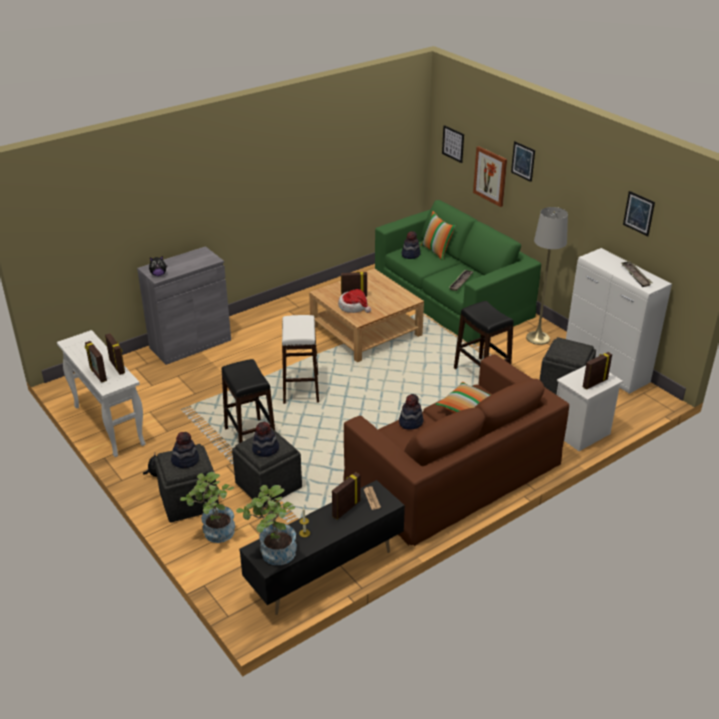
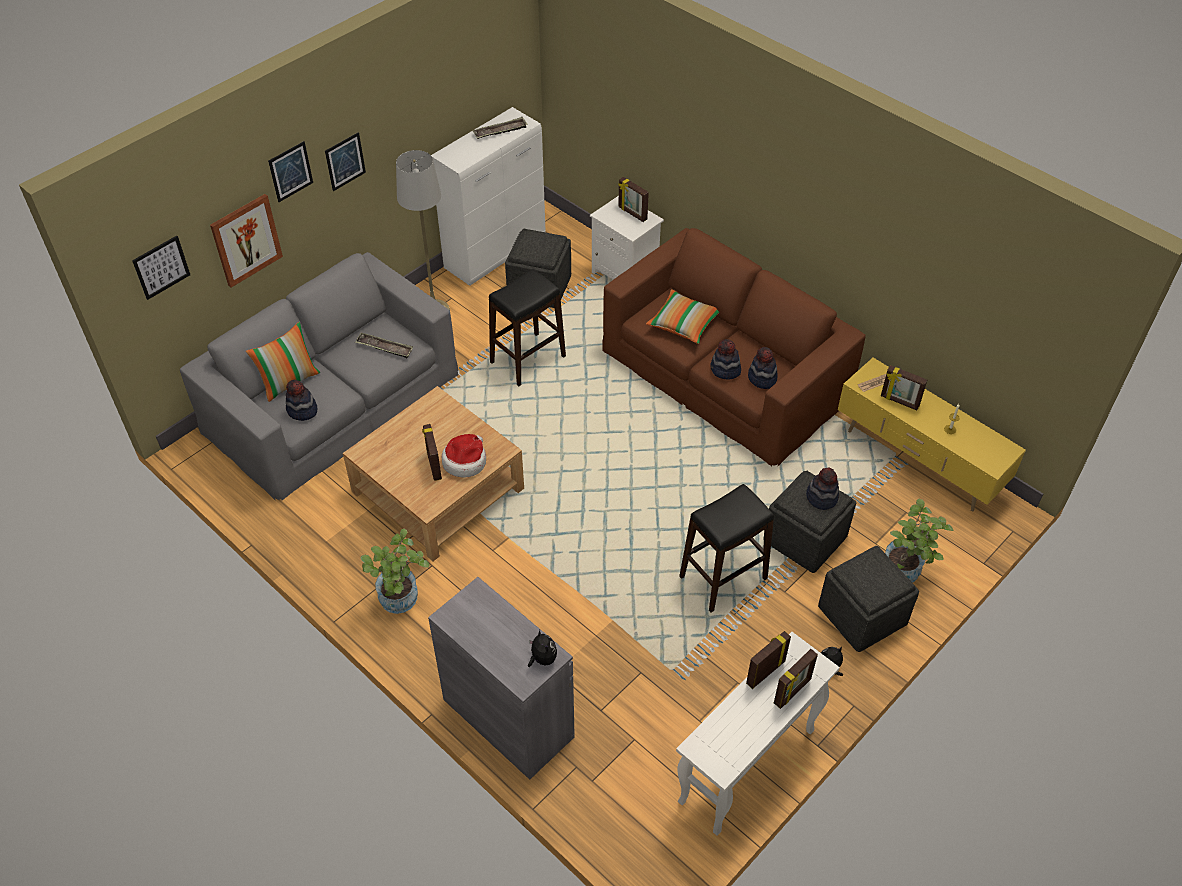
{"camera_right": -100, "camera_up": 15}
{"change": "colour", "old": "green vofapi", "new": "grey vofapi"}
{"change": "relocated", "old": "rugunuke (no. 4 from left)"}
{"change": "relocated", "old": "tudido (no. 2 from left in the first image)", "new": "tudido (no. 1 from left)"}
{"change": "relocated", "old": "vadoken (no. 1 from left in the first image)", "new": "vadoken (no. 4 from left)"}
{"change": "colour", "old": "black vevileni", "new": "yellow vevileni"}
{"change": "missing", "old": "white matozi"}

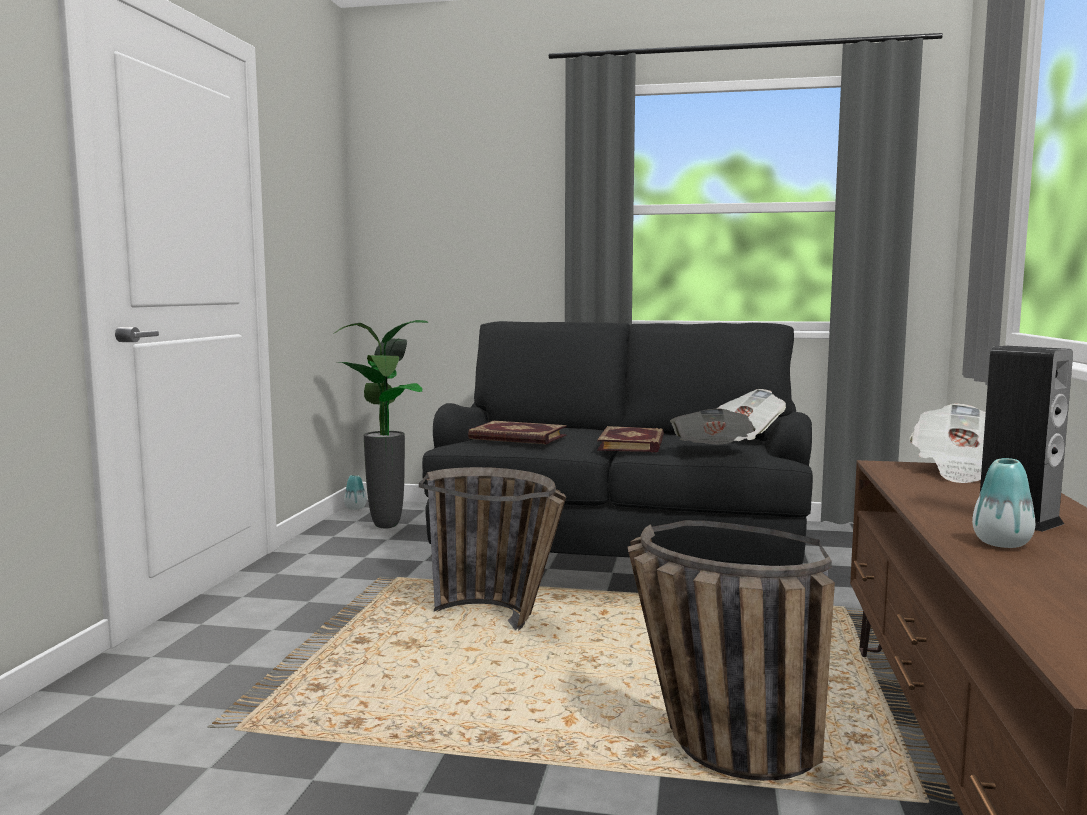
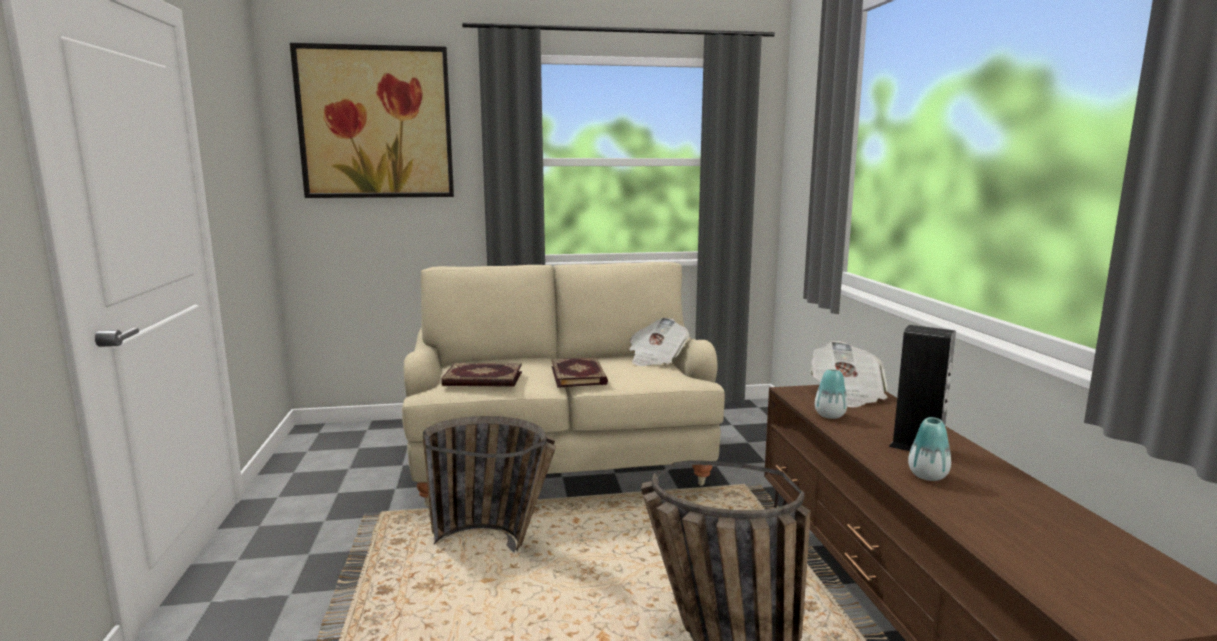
{"camera_right": -20, "camera_up": 5}
{"change": "appeared", "new": "rugunuke"}
{"change": "colour", "old": "black vofapi", "new": "beige vofapi"}
{"change": "relocated", "old": "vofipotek (no. 1 from left)"}
{"change": "missing", "old": "tudido"}
{"change": "missing", "old": "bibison (no. 1 from left)"}

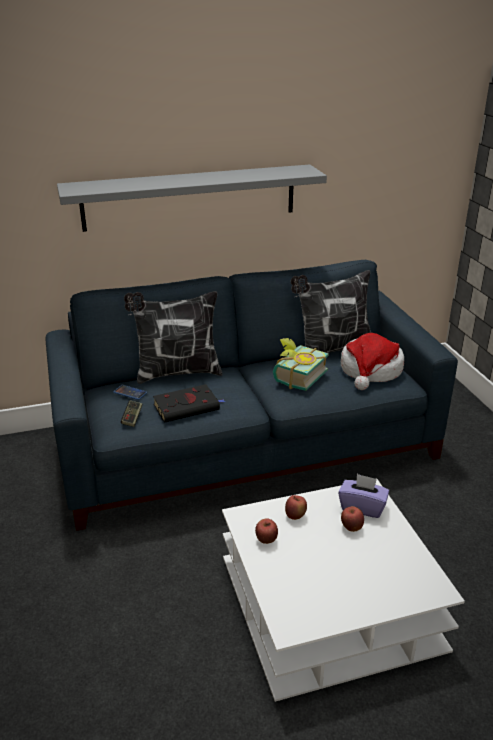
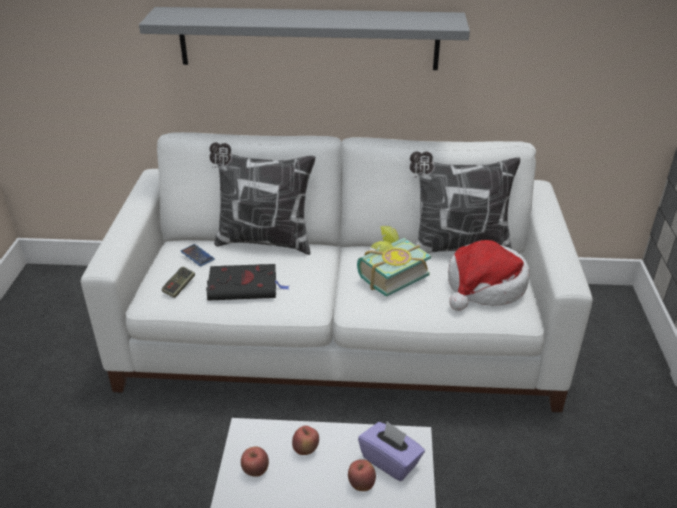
{"camera_right": 20, "camera_up": 5}
{"change": "colour", "old": "blue vofapi", "new": "white vofapi"}

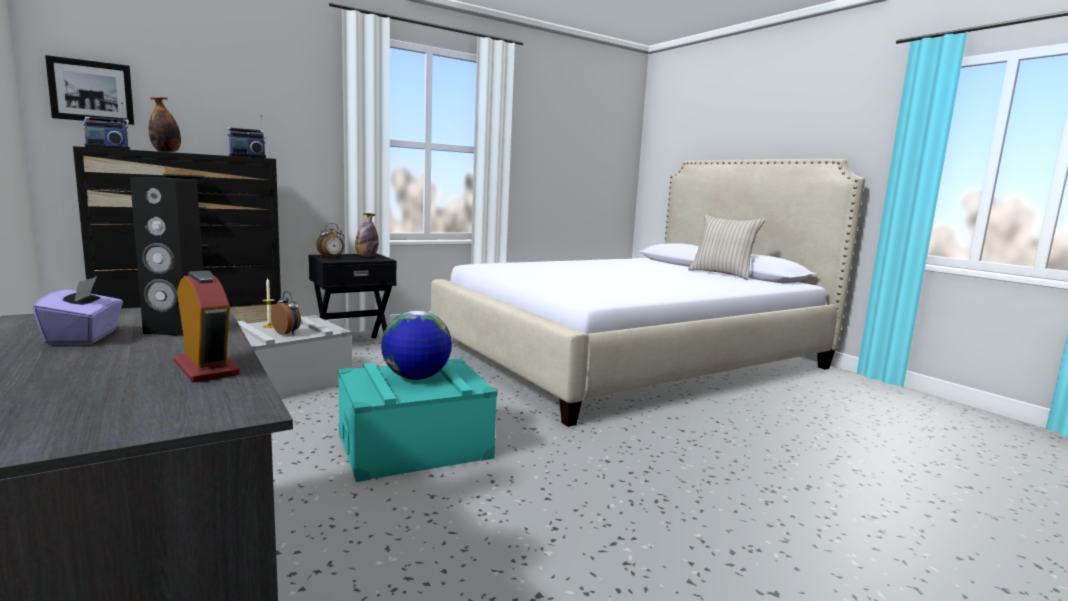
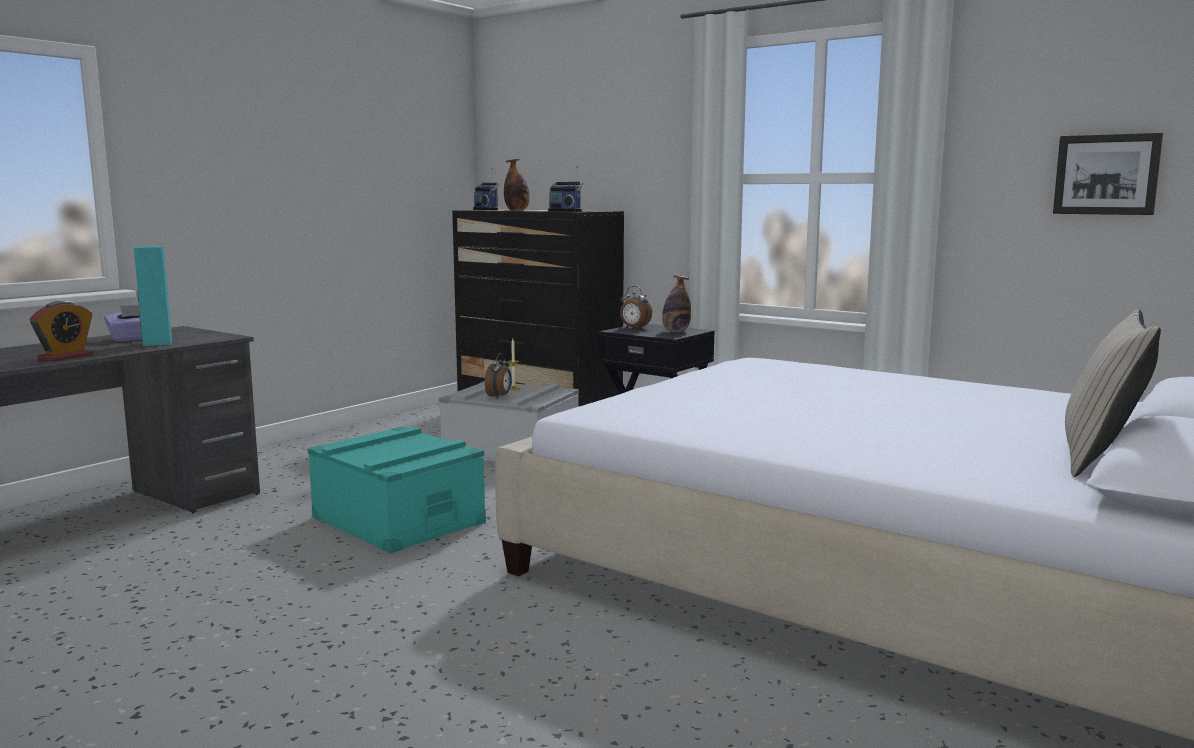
{"camera_right": 70, "camera_up": 0}
{"change": "colour", "old": "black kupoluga", "new": "turquoise kupoluga"}
{"change": "relocated", "old": "rugunuke"}
{"change": "missing", "old": "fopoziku"}

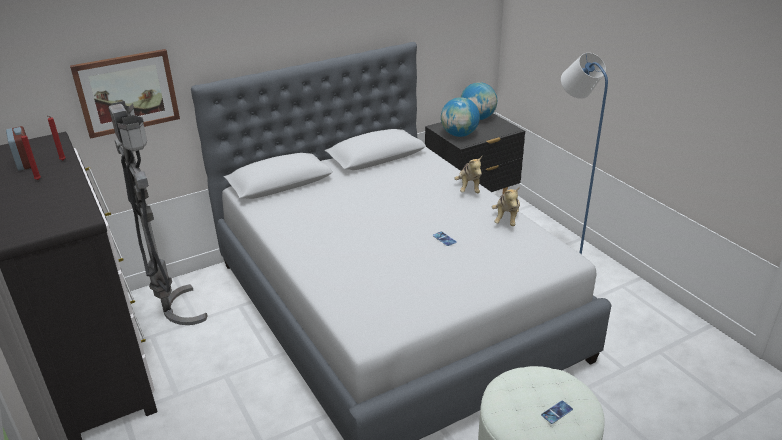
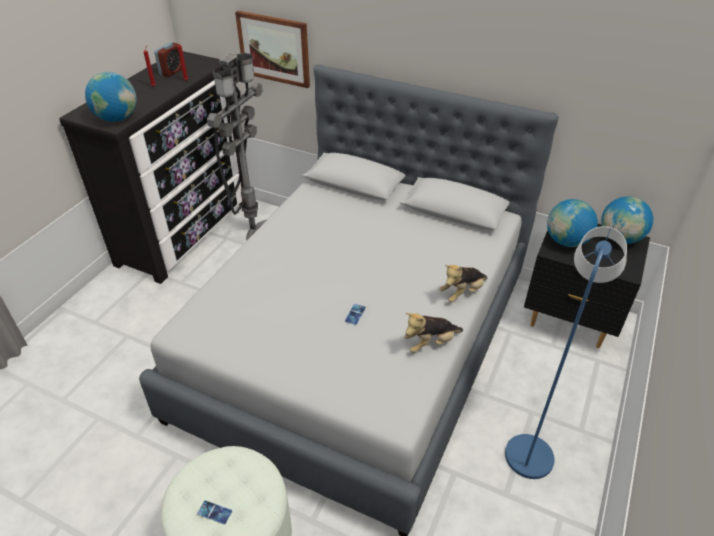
{"camera_right": 55, "camera_up": 10}
{"change": "appeared", "new": "fopoziku (no. 1 from left)"}

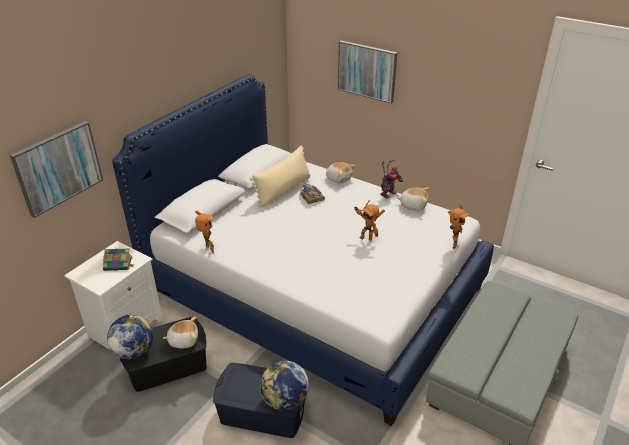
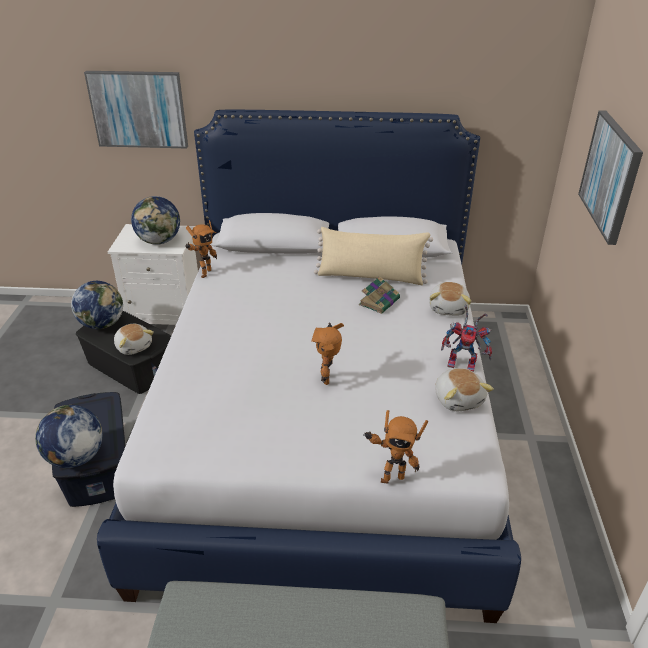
{"camera_right": 60, "camera_up": 0}
{"change": "exchanged", "old": "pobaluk (no. 1 from left)", "new": "fopoziku (no. 3 from left)"}

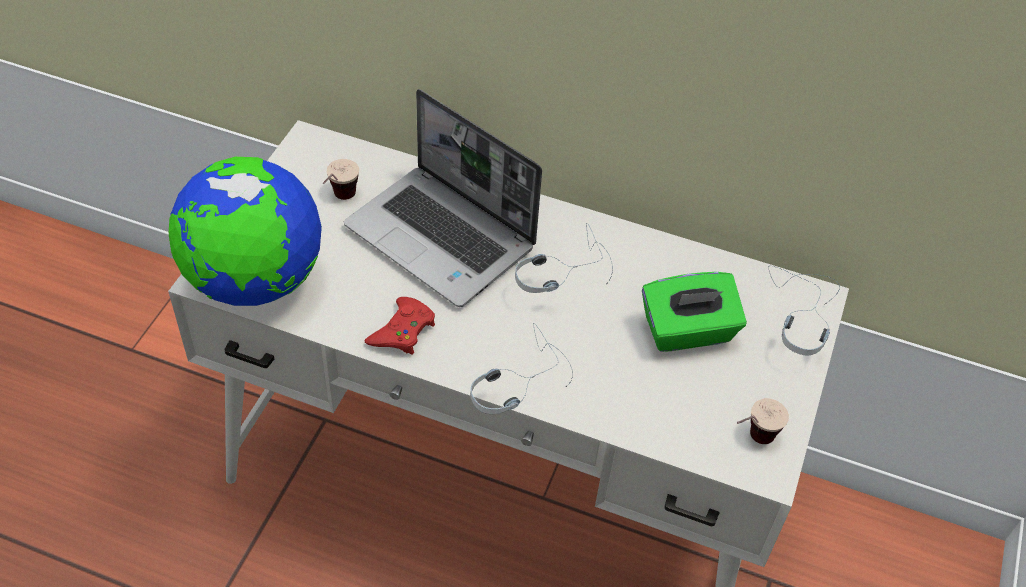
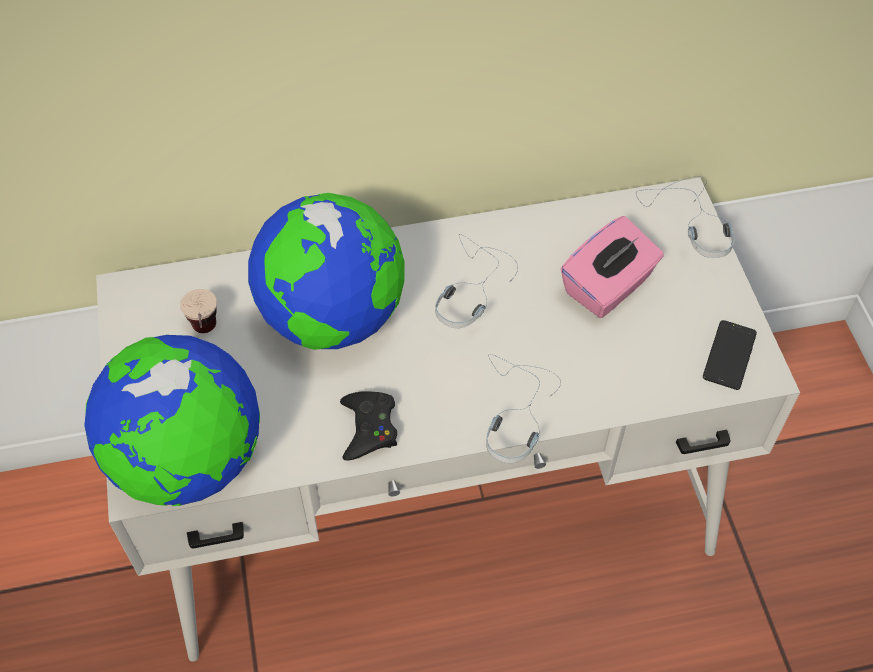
{"camera_right": -30, "camera_up": 5}
{"change": "exchanged", "old": "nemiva", "new": "fopoziku (no. 2 from left)"}
{"change": "colour", "old": "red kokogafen", "new": "black kokogafen"}
{"change": "colour", "old": "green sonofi", "new": "pink sonofi"}
{"change": "exchanged", "old": "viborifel (no. 2 from left)", "new": "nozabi"}

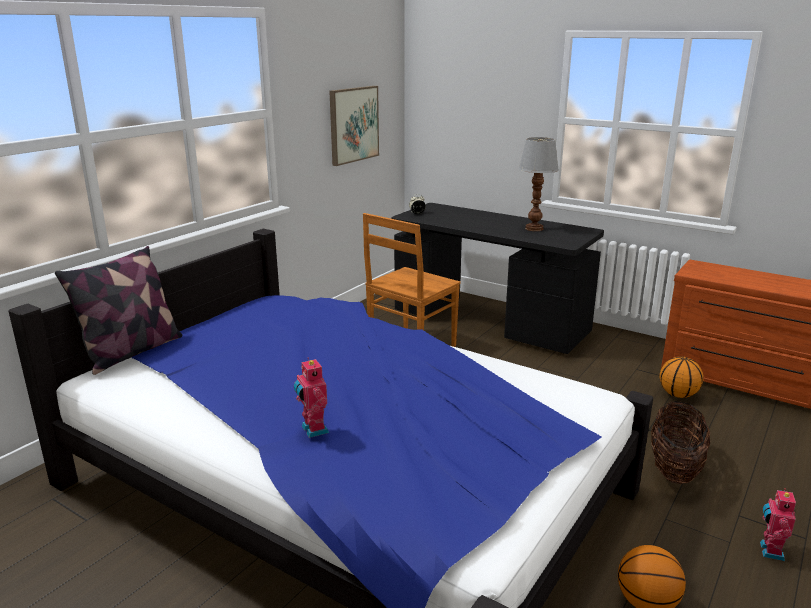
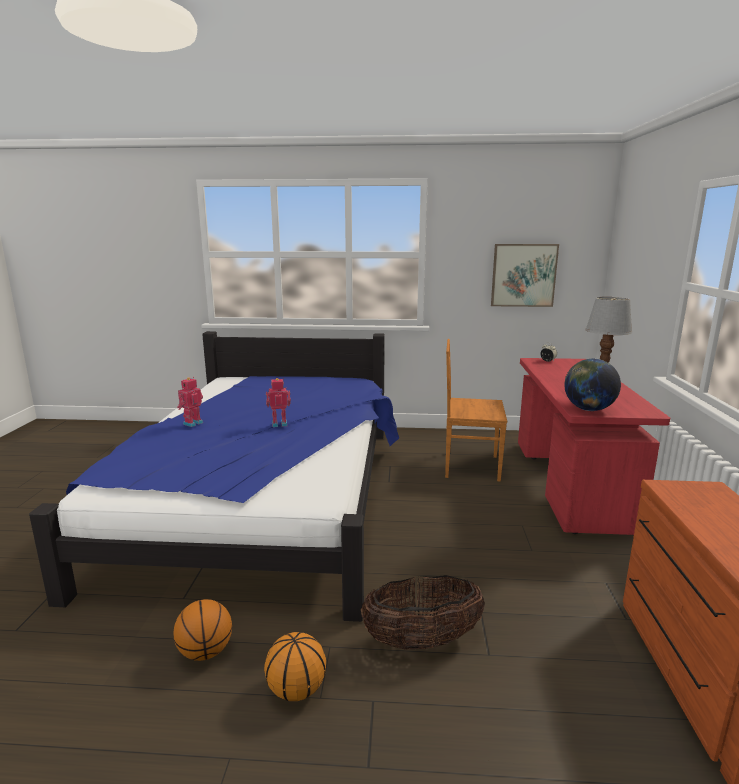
{"camera_right": 60, "camera_up": -5}
{"change": "relocated", "old": "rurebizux (no. 2 from left)"}
{"change": "relocated", "old": "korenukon (no. 2 from left)"}
{"change": "colour", "old": "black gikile", "new": "red gikile"}
{"change": "appeared", "new": "fopoziku"}
{"change": "missing", "old": "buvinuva"}

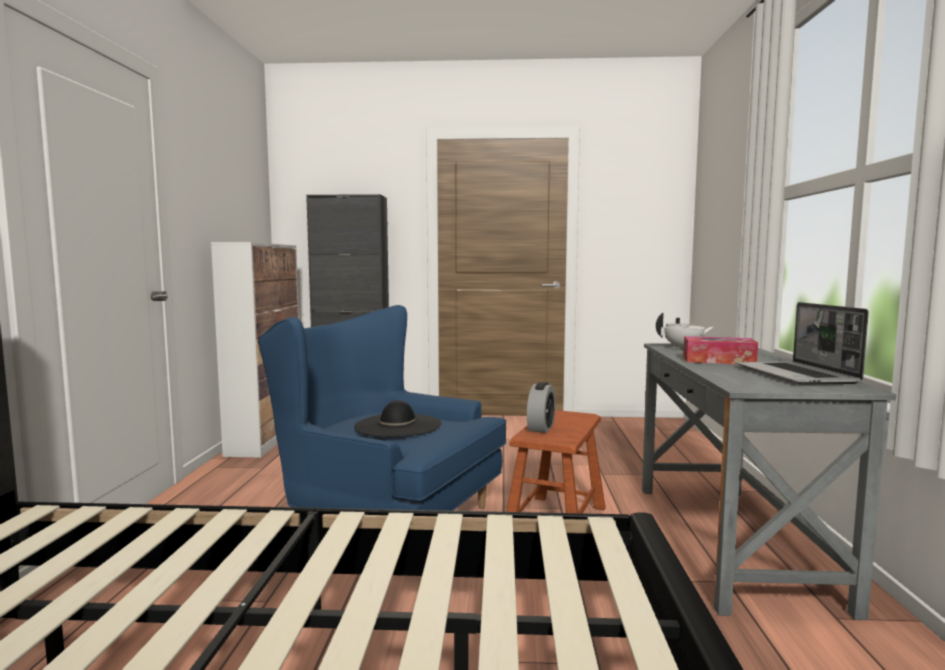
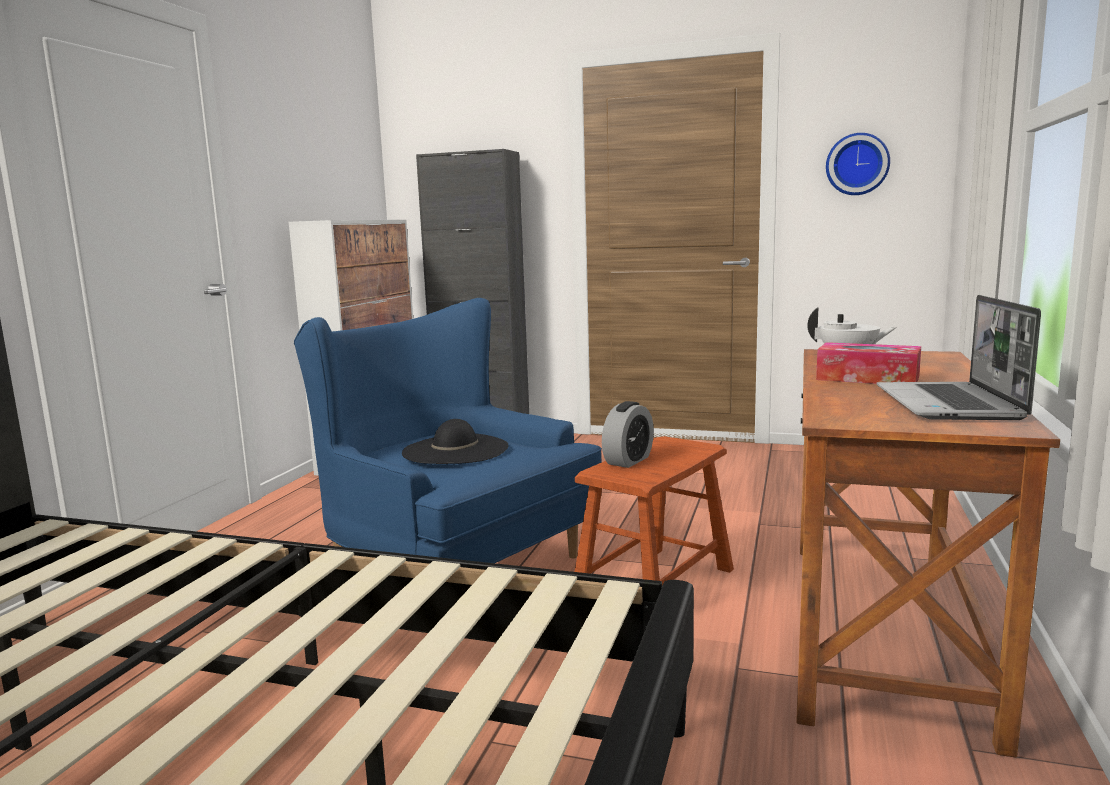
{"camera_right": 15, "camera_up": 5}
{"change": "colour", "old": "grey gikile", "new": "brown gikile"}
{"change": "appeared", "new": "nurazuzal"}

